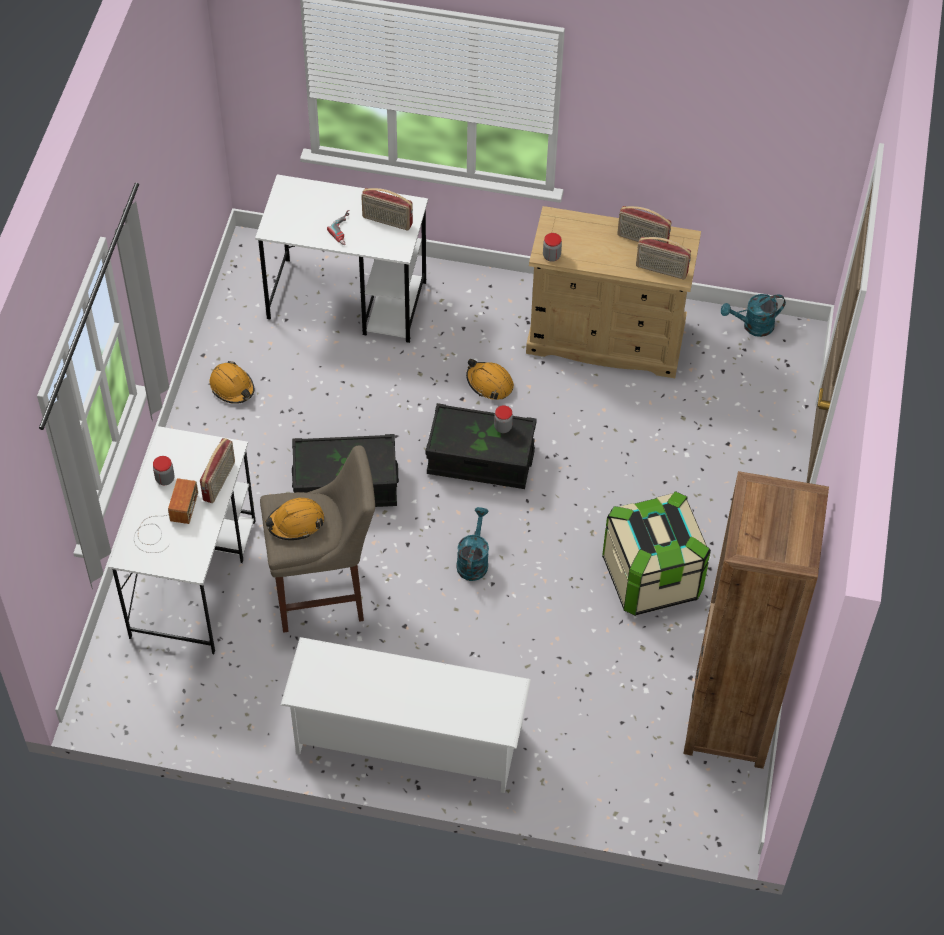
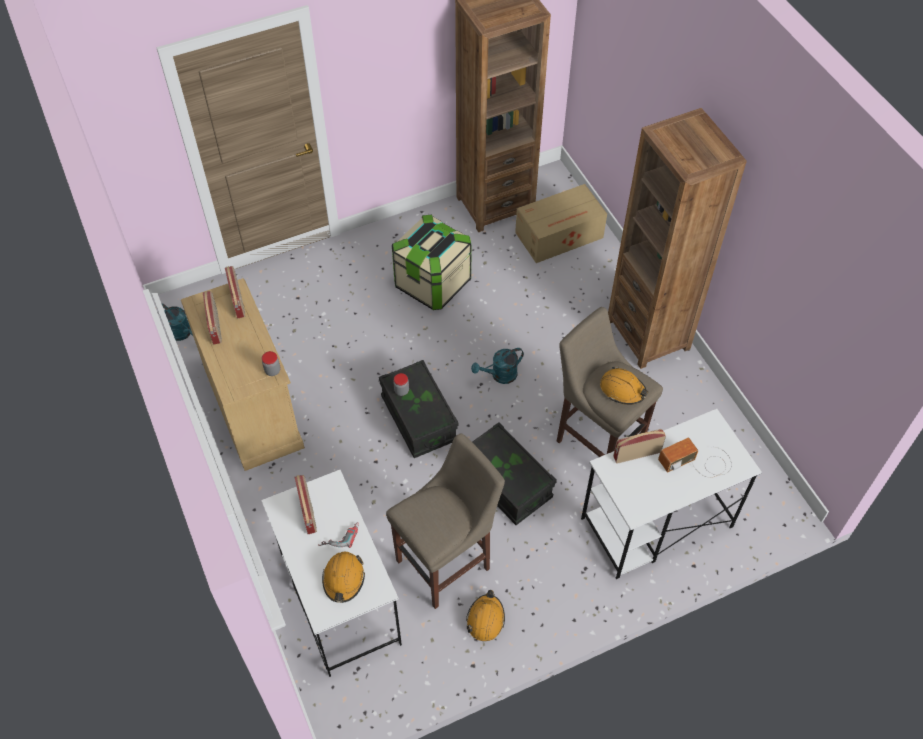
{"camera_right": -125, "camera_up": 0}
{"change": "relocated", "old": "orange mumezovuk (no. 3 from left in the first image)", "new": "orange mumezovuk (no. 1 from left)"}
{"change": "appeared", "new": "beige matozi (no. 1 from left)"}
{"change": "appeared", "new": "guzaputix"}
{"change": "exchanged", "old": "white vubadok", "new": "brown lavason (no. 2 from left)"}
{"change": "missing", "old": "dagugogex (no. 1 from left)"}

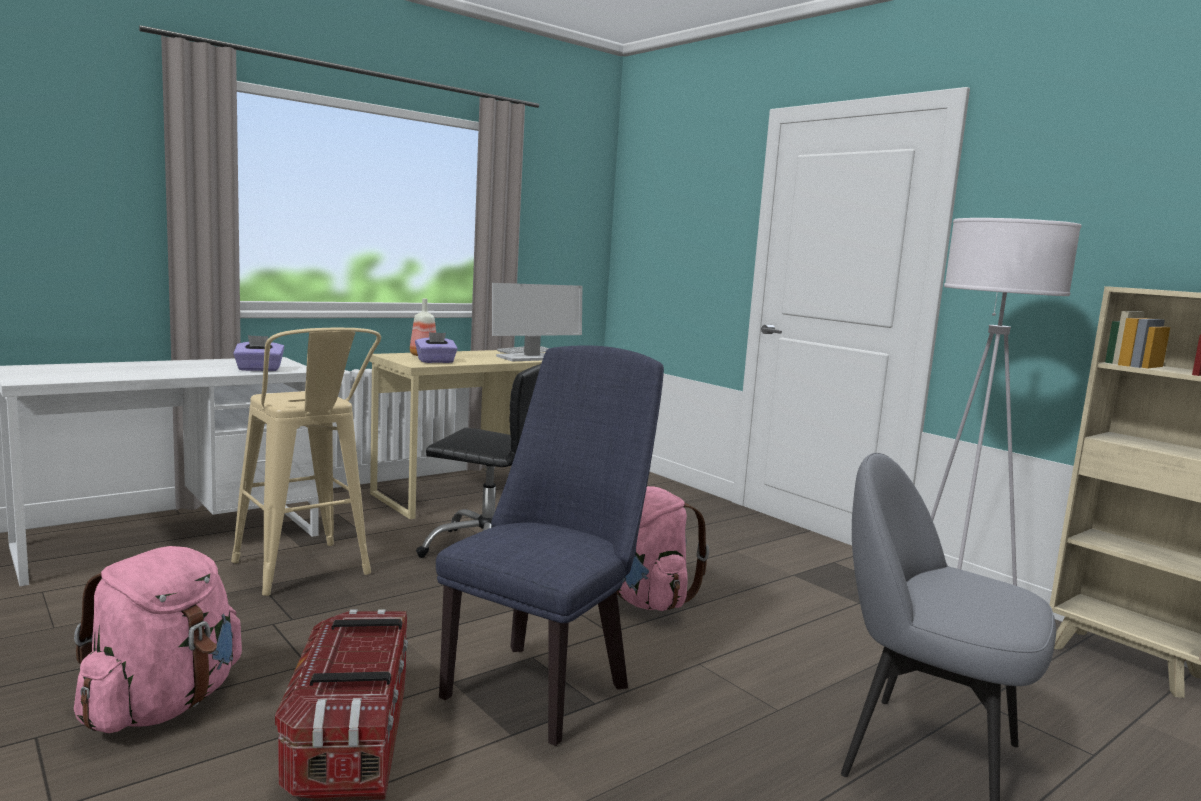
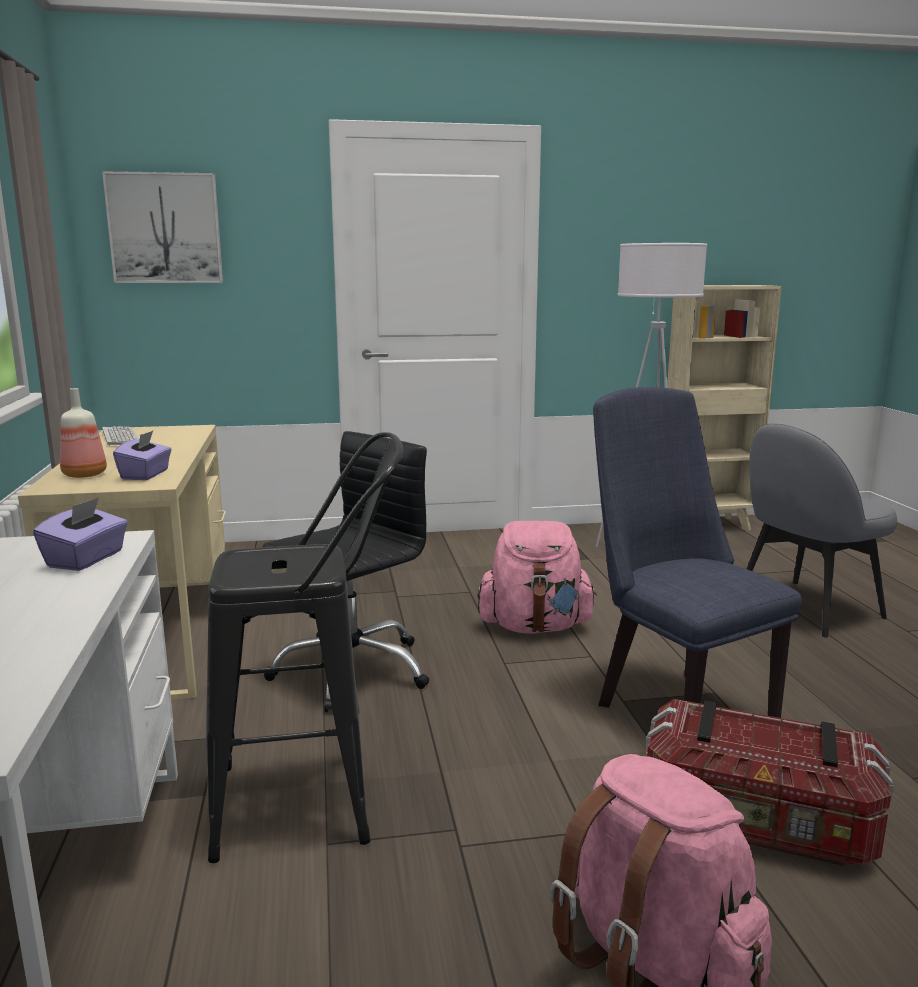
{"camera_right": -60, "camera_up": 5}
{"change": "appeared", "new": "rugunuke"}
{"change": "colour", "old": "beige matozi", "new": "black matozi"}
{"change": "missing", "old": "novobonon"}

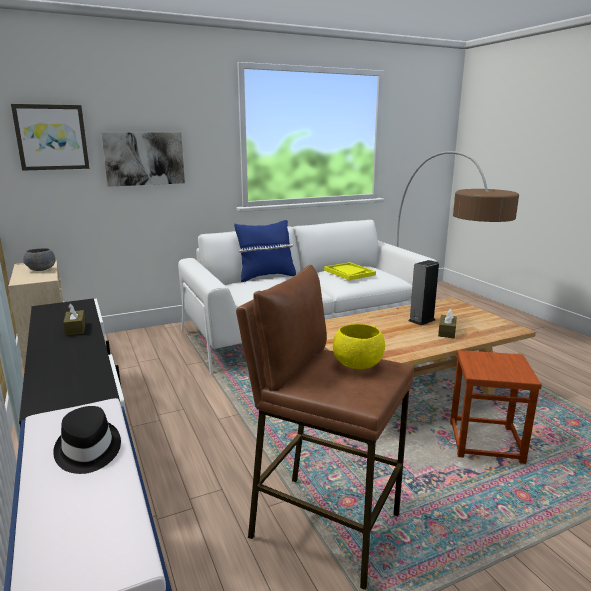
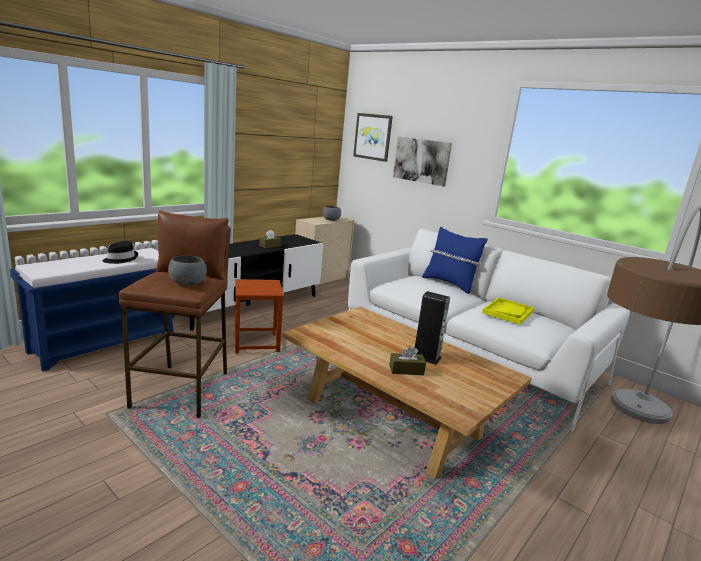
{"camera_right": 65, "camera_up": 0}
{"change": "colour", "old": "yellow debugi", "new": "grey debugi (no. 1 from left)"}
{"change": "relocated", "old": "brown matozi (no. 2 from left)"}

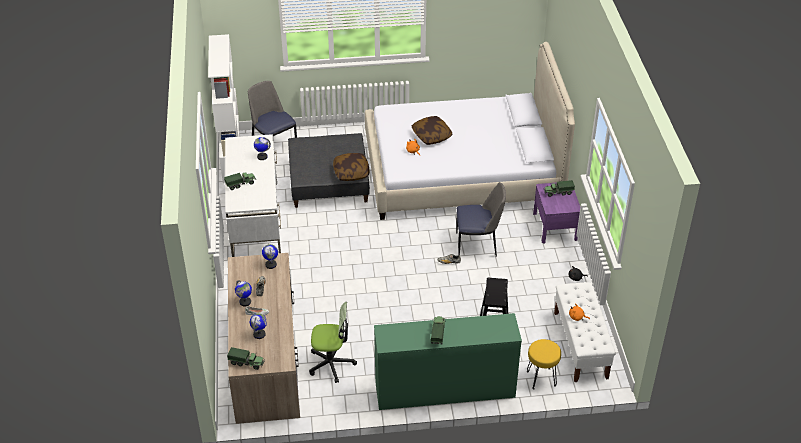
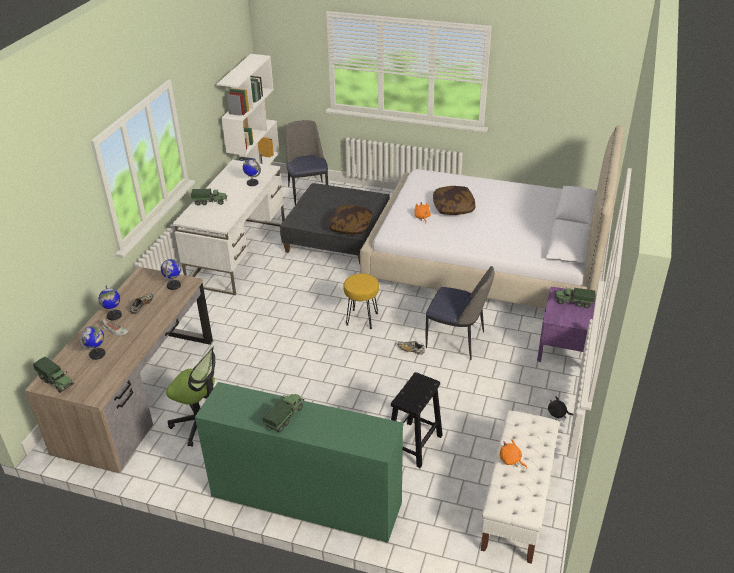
{"camera_right": 25, "camera_up": -5}
{"change": "relocated", "old": "yellow matozi"}

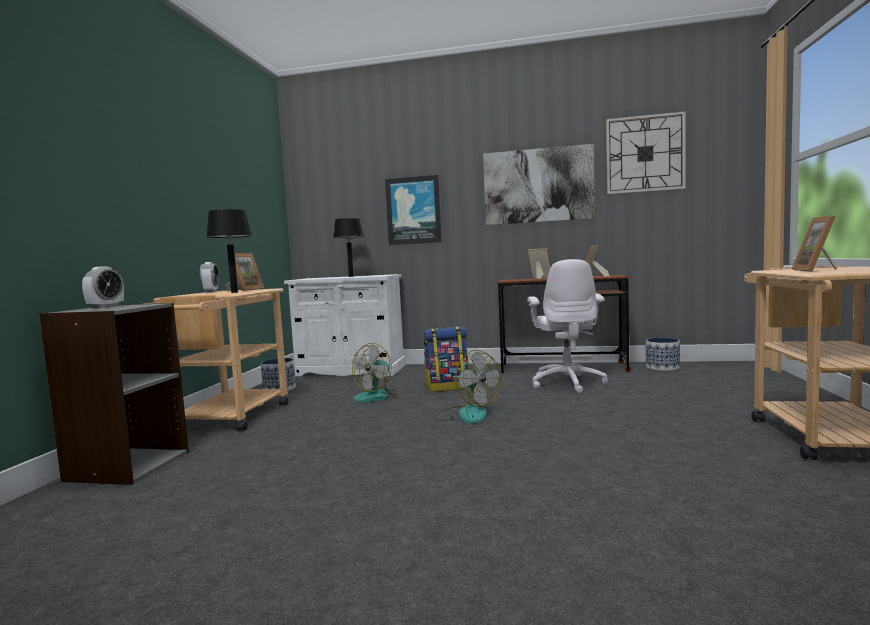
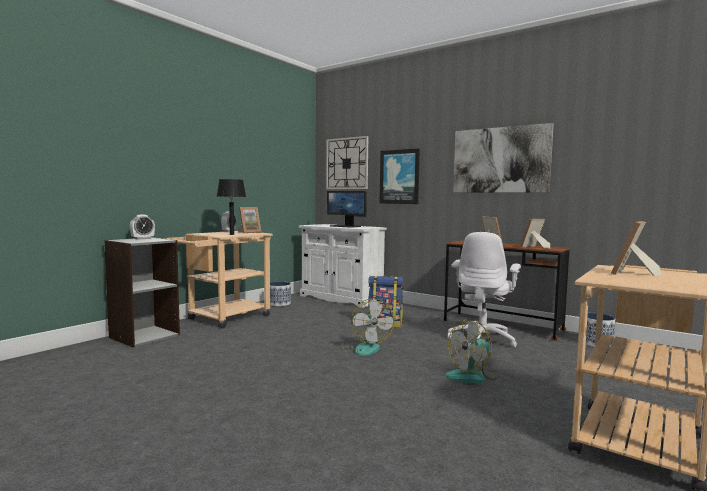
{"camera_right": 25, "camera_up": 0}
{"change": "relocated", "old": "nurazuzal"}
{"change": "exchanged", "old": "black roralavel (no. 2 from left)", "new": "novobonon"}
{"change": "relocated", "old": "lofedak (no. 1 from left in the first image)", "new": "lofedak (no. 2 from left)"}

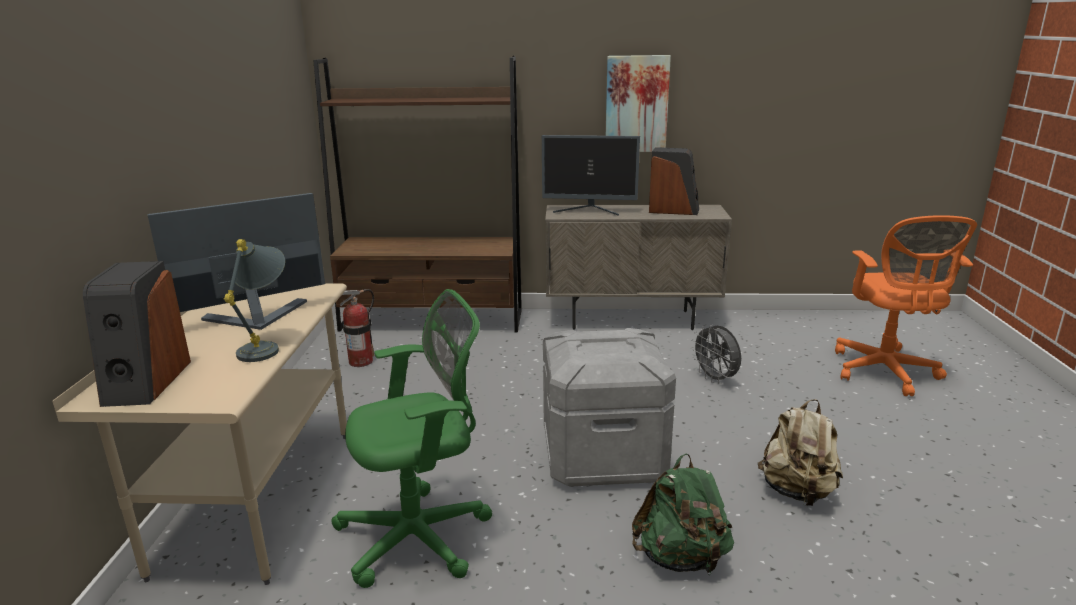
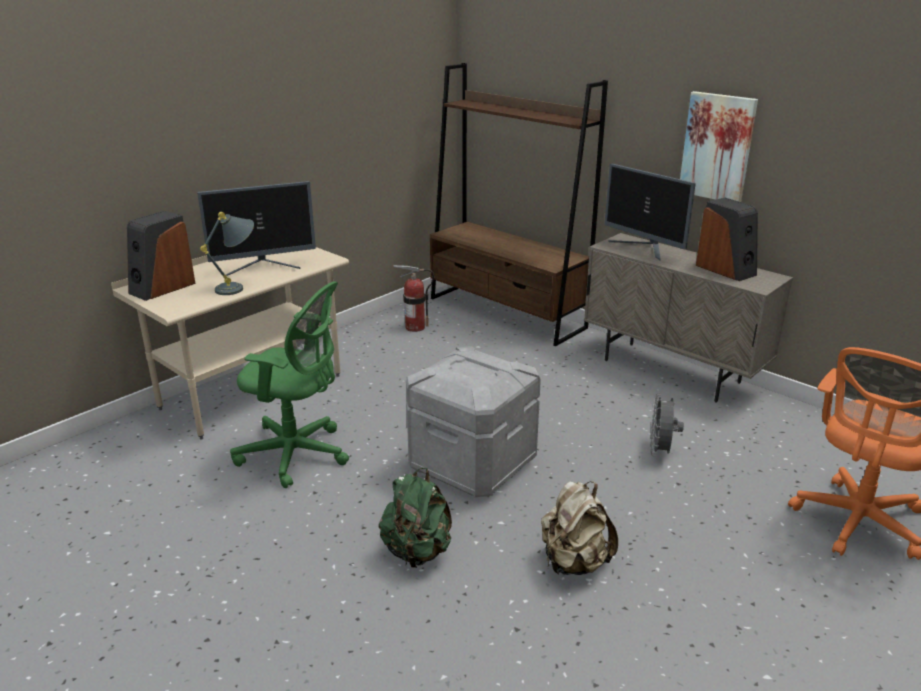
{"camera_right": 40, "camera_up": 5}
{"change": "spun", "old": "novobonon (no. 1 from left)", "degrees": 150}

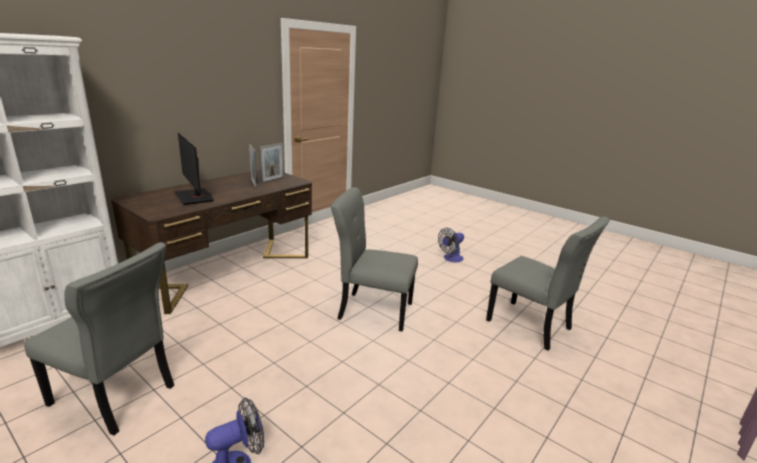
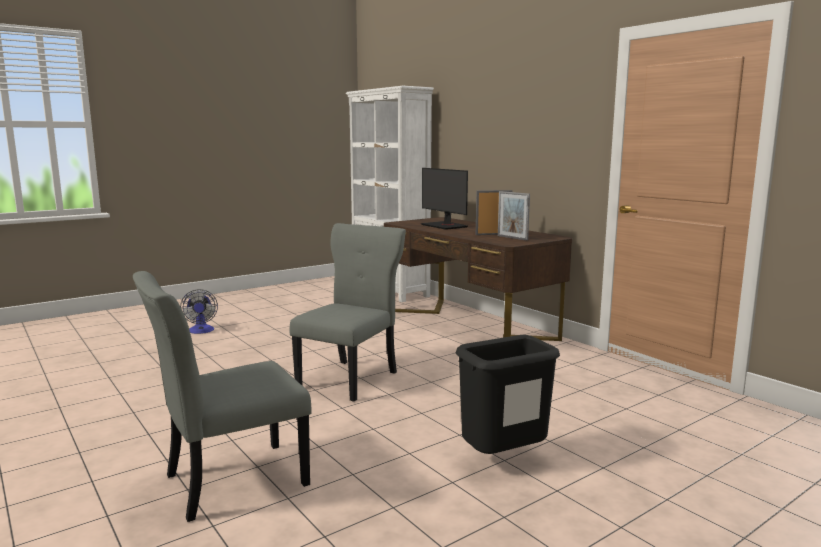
{"camera_right": 105, "camera_up": -10}
{"change": "spun", "old": "novobonon", "degrees": -105}
{"change": "exchanged", "old": "lofedak (no. 2 from left)", "new": "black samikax"}
{"change": "missing", "old": "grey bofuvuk (no. 1 from left)"}

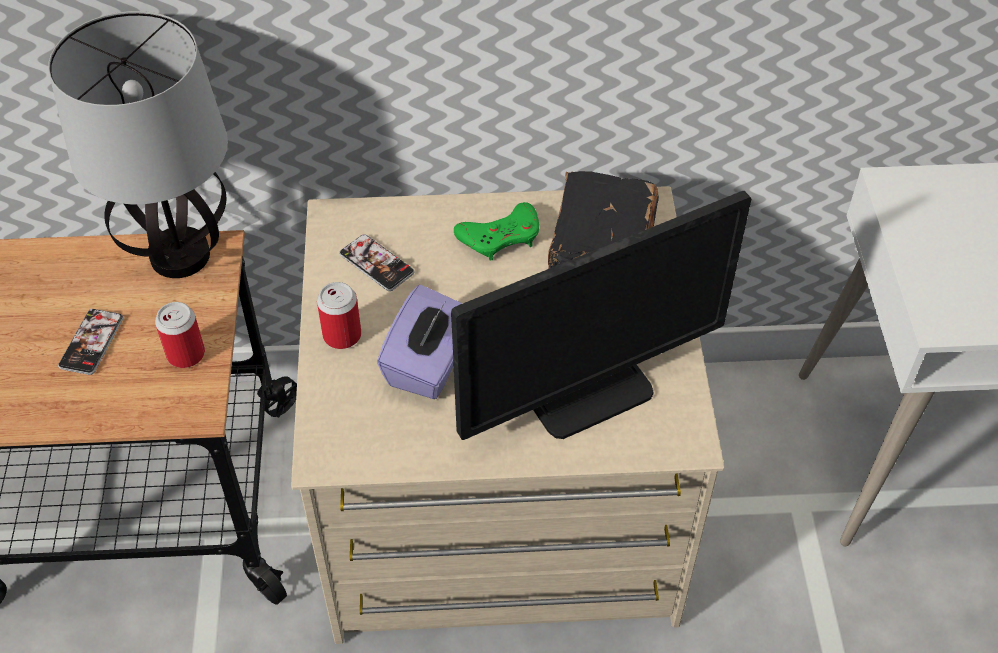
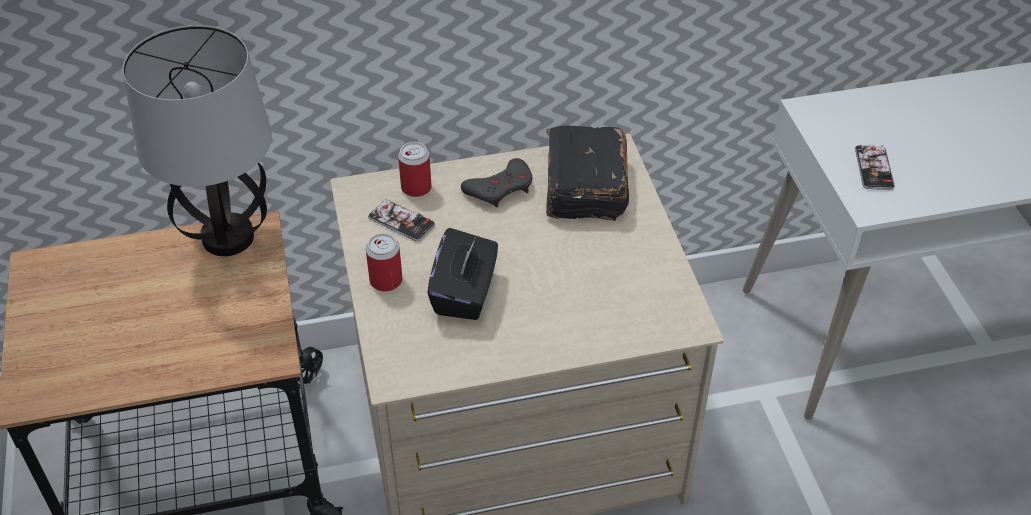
{"camera_right": -10, "camera_up": -5}
{"change": "relocated", "old": "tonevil (no. 1 from left in the first image)", "new": "tonevil (no. 2 from left)"}
{"change": "colour", "old": "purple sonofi", "new": "black sonofi"}
{"change": "colour", "old": "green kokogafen", "new": "grey kokogafen"}
{"change": "relocated", "old": "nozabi (no. 1 from left in the first image)", "new": "nozabi (no. 2 from left)"}
{"change": "missing", "old": "novobonon"}

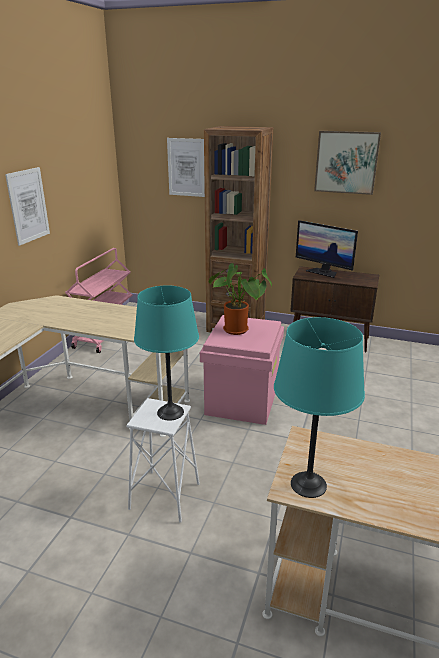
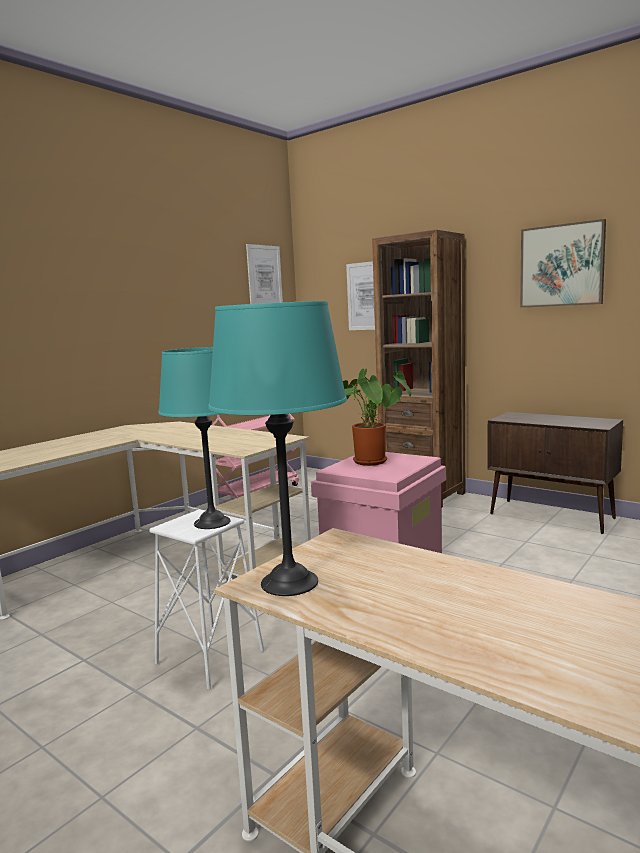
{"camera_right": 20, "camera_up": -15}
{"change": "relocated", "old": "rugunuke (no. 1 from left)"}
{"change": "missing", "old": "novobonon"}

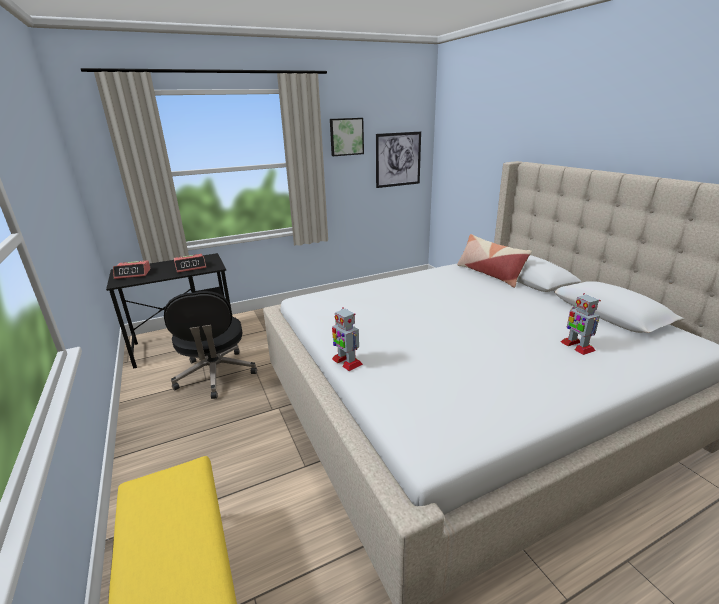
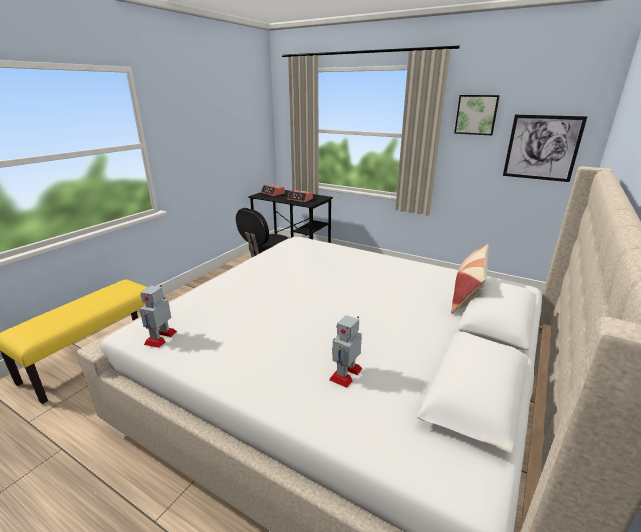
{"camera_right": 55, "camera_up": 0}
{"change": "relocated", "old": "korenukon (no. 1 from left)"}

